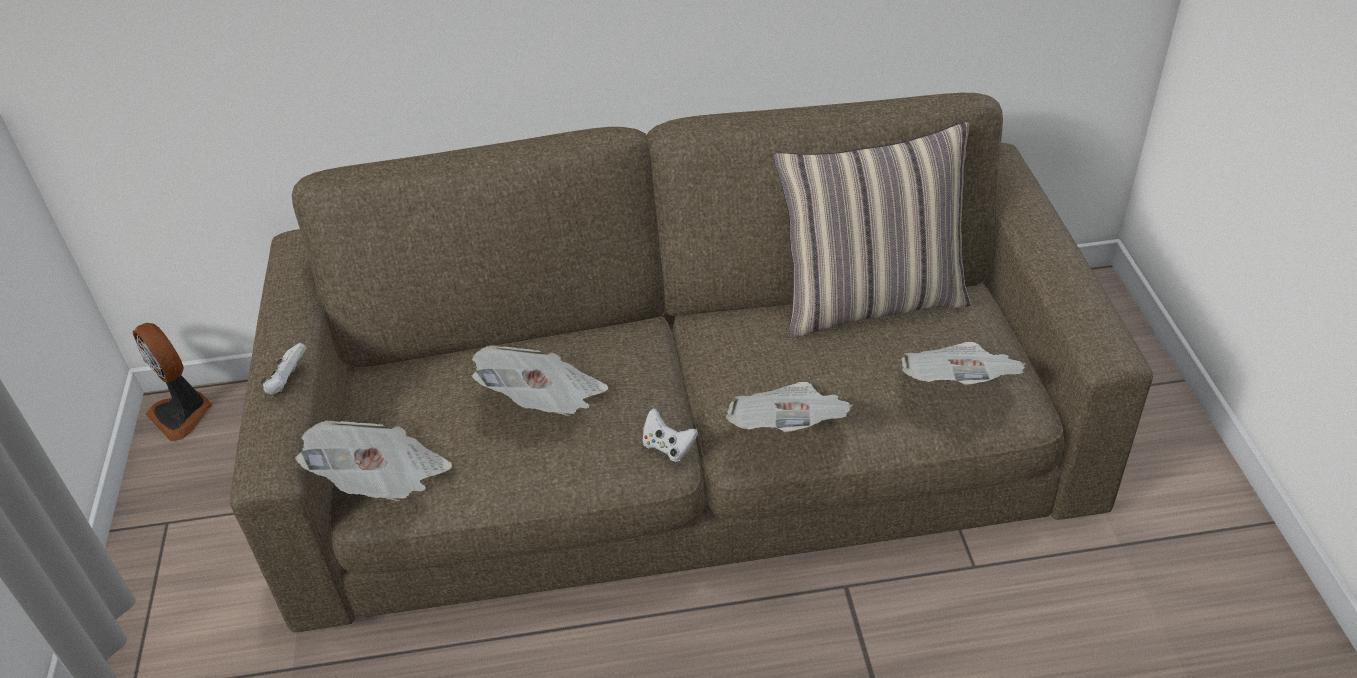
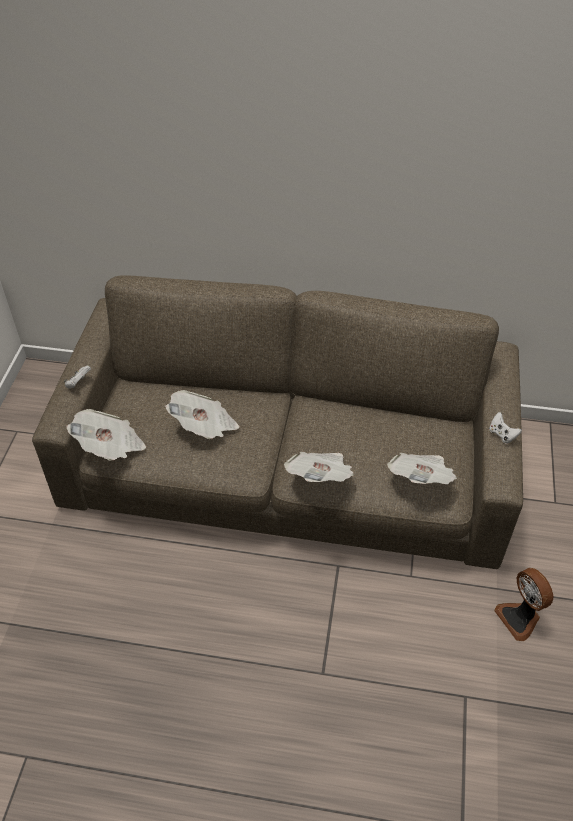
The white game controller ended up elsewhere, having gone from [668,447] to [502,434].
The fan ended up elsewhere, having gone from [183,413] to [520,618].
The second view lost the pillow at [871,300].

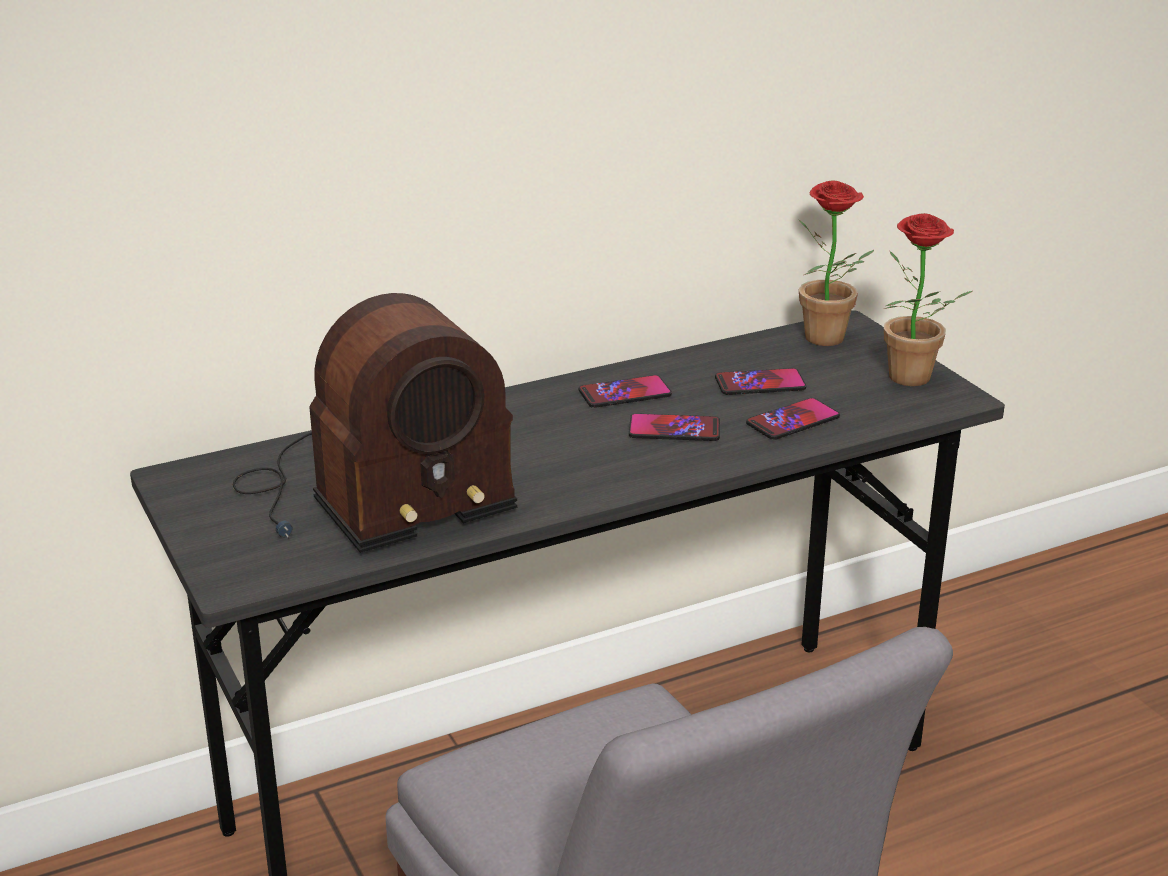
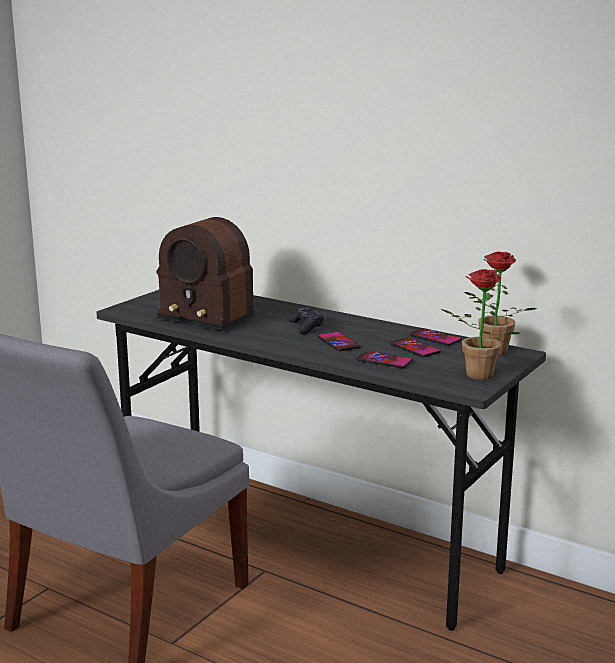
The second view gained the black game controller at [306,327].
The phone ended up elsewhere, having gone from [625,393] to [435,338].

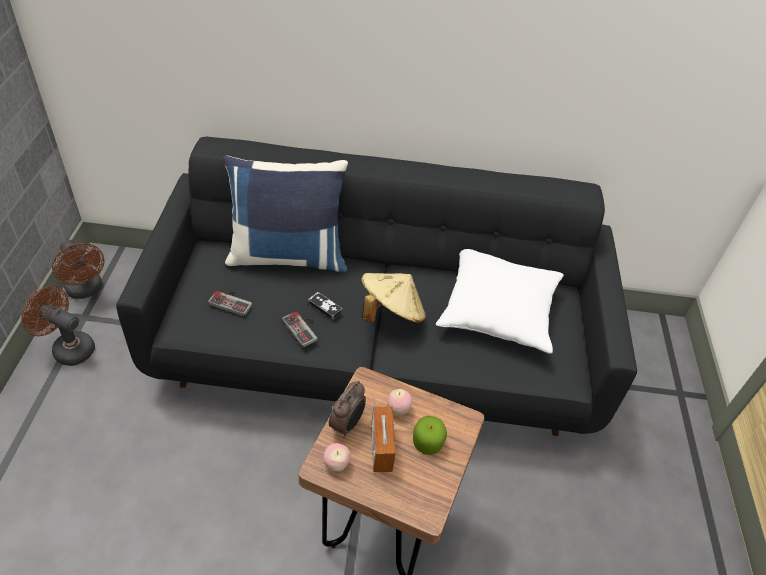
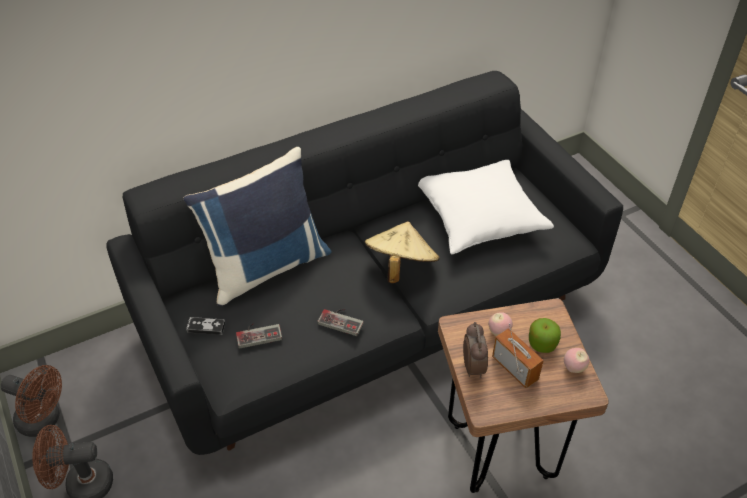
The game controller ended up elsewhere, having gone from [325,307] to [206,327].
The apple ended up elsewhere, having gone from [336,464] to [573,368].

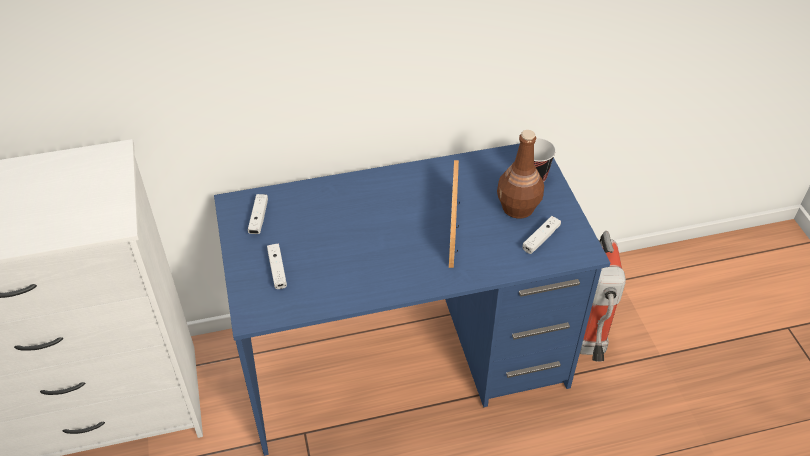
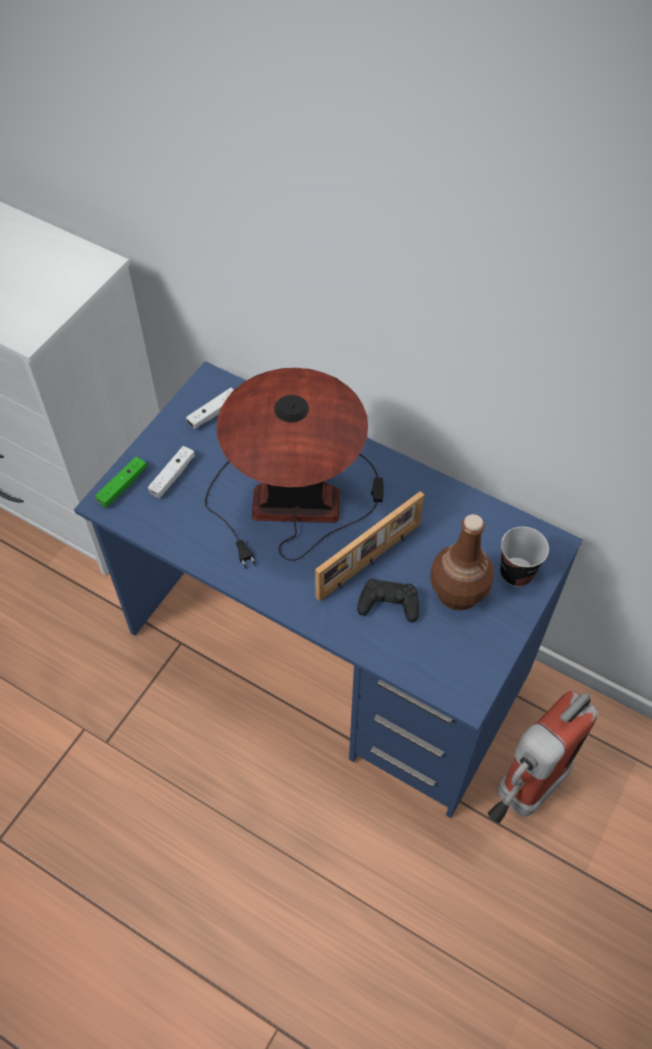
The second view gained the green game controller at [122,486].
The second view gained the table lamp at [293,501].
The second view gained the black game controller at [388,604].
The second view lost the white game controller at [541,239].

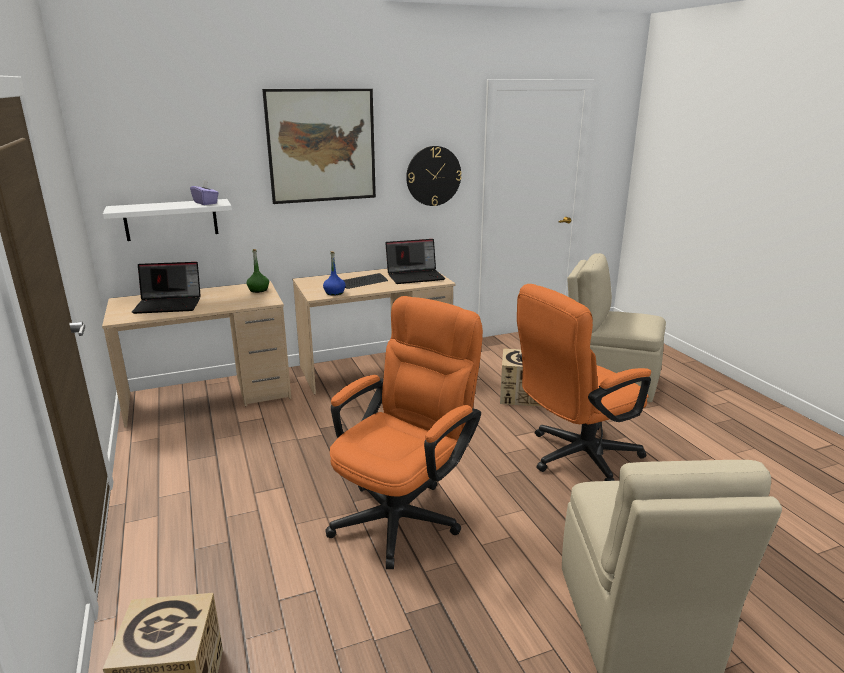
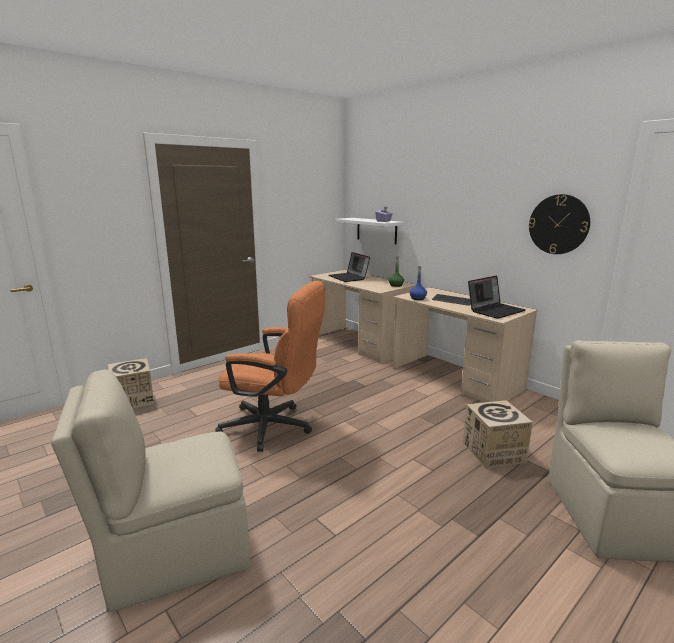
The laptop at [415,276] ended up facing another way, 90 degrees counterclockwise from before.
The second view lost the picture at [321,146].
The second view lost the orange office chair at [574,457].

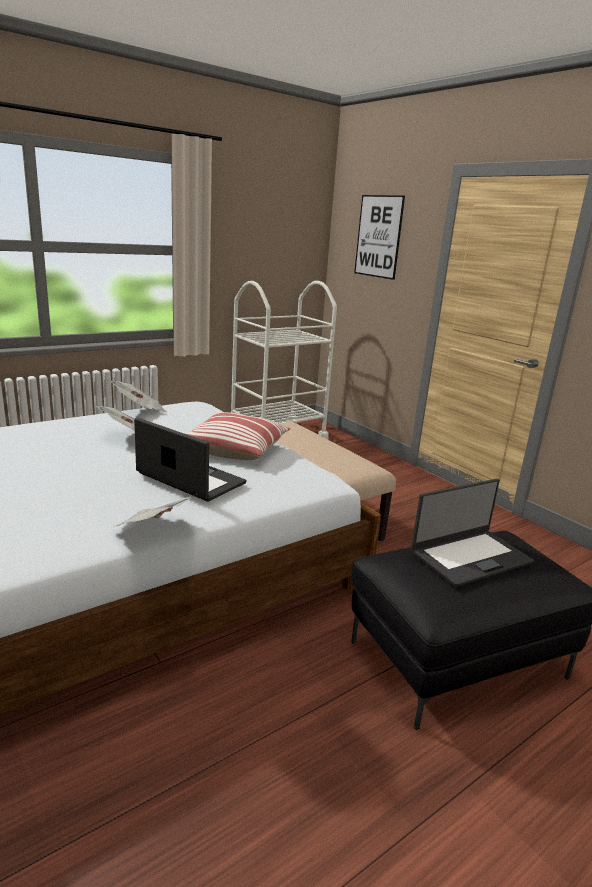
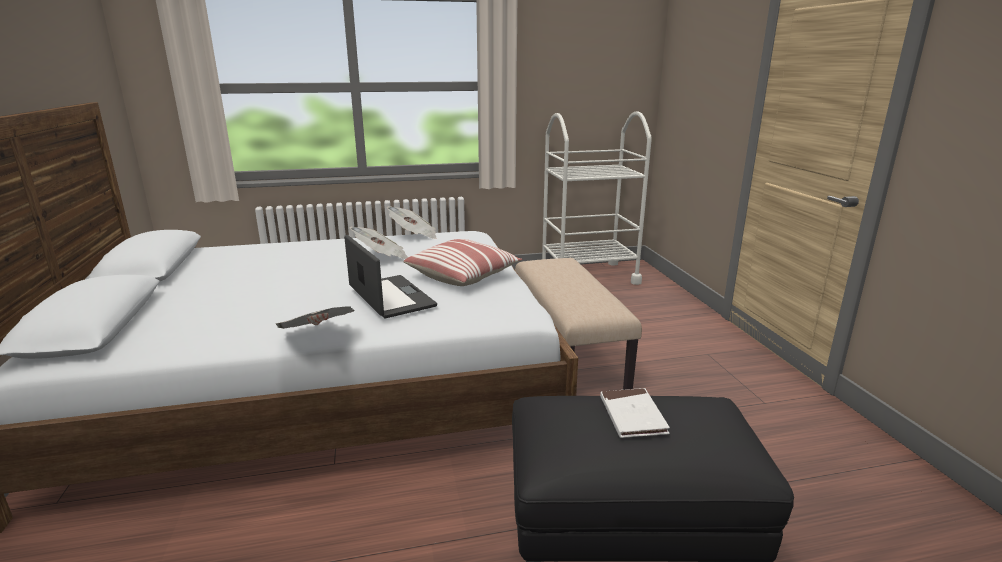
Where the laptop stood at [470,557], the white book came to stand at [632,416].
The second view lost the picture at [378,236].

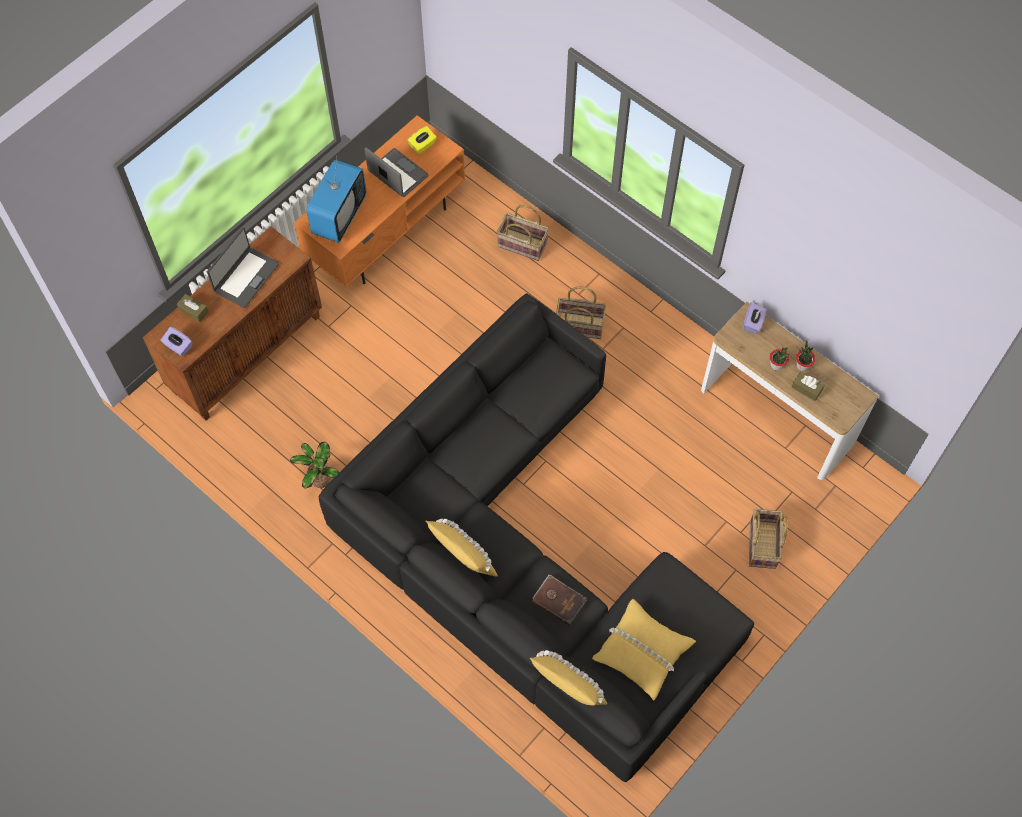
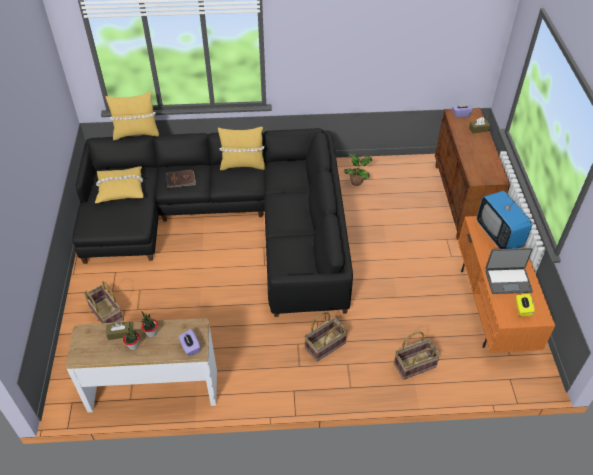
The second view lost the laptop at [245,277].

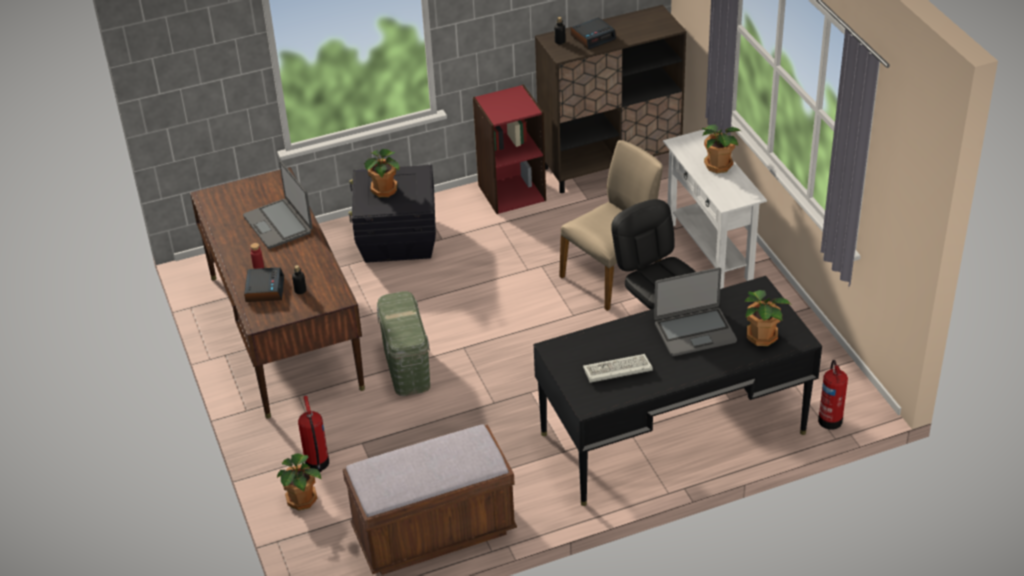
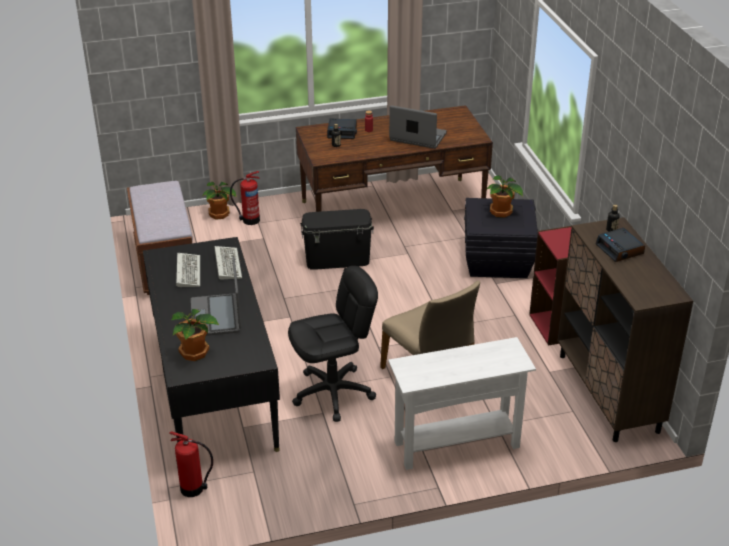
The second view gained the keyboard at [227,264].
What was the green storage box at [406,367] turned into the black storage box at [337,259].
The laptop at [279,224] ended up facing another way, 45 degrees clockwise from before.
The second view lost the potted plant at [718,165].

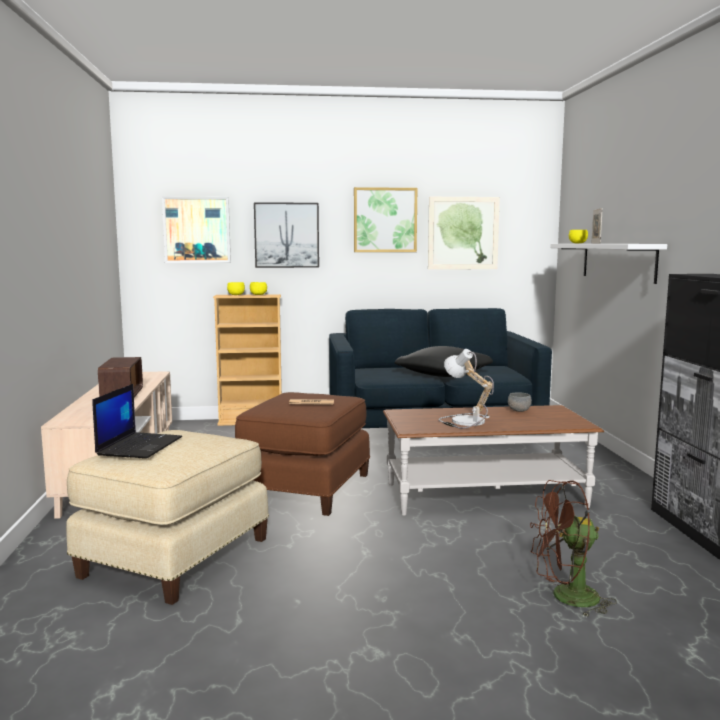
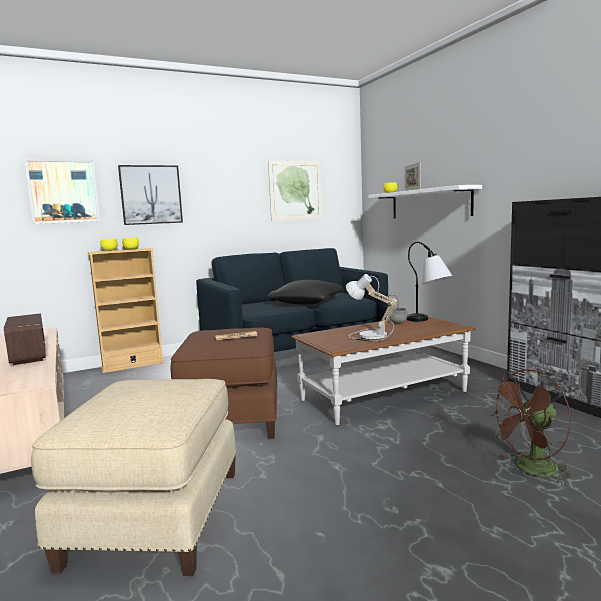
The second view gained the table lamp at [428,321].
The second view lost the laptop at [139,446].
The second view lost the picture at [385,220].

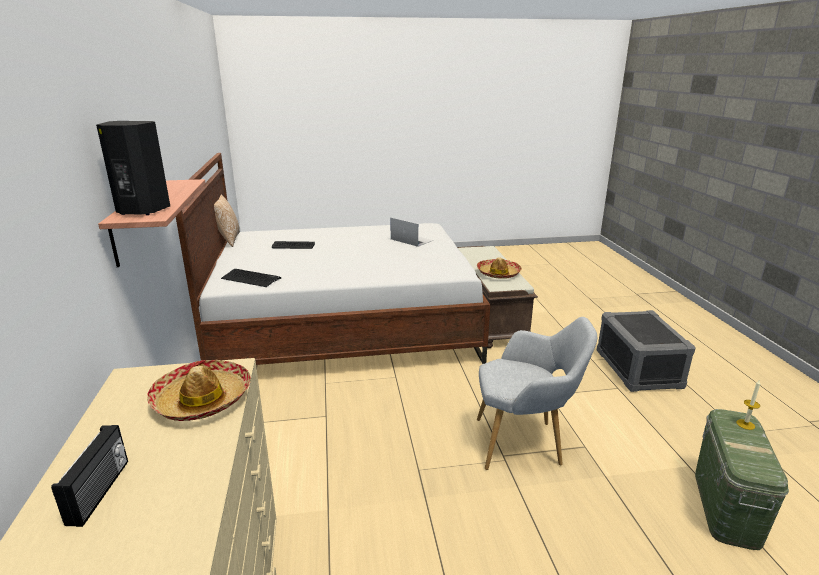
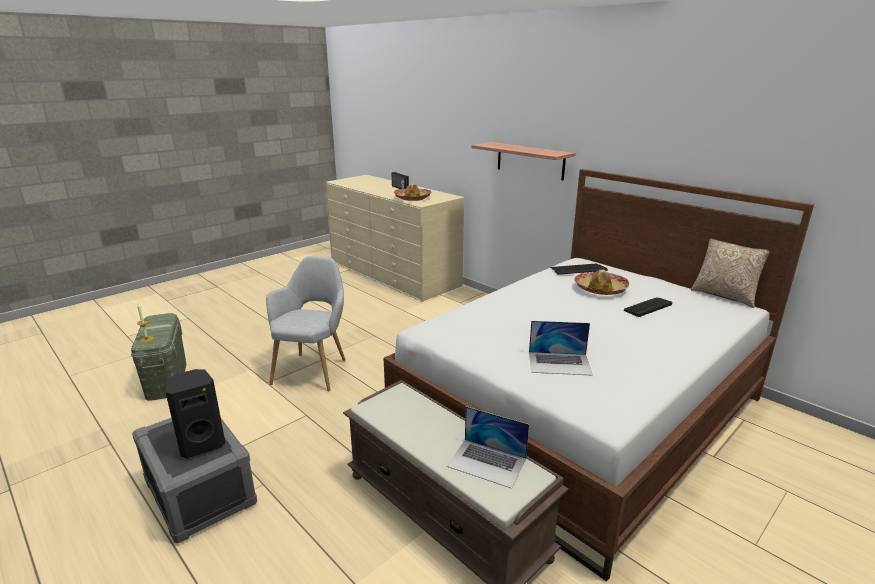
The black speaker ended up elsewhere, having gone from [142,211] to [202,444].
The grey armchair at [524,443] ended up facing another way, 135 degrees clockwise from before.
The second view gained the laptop at [487,462].
The hat ended up elsewhere, having gone from [498,273] to [600,289].

